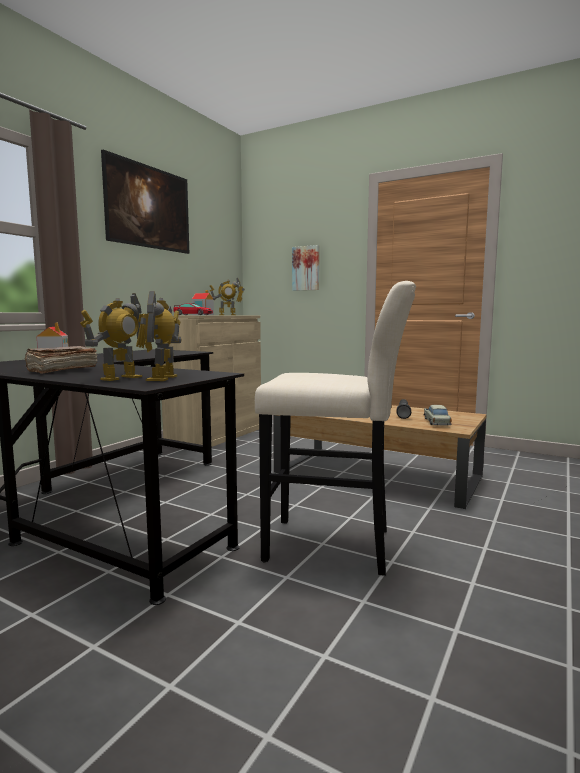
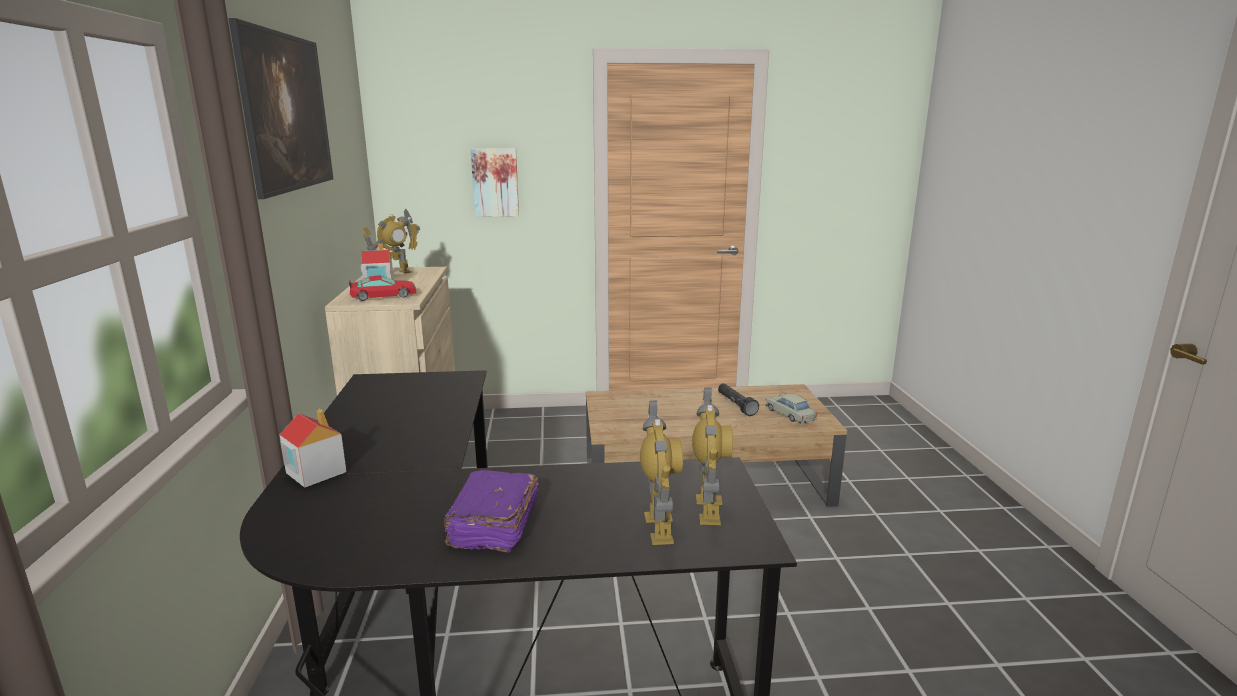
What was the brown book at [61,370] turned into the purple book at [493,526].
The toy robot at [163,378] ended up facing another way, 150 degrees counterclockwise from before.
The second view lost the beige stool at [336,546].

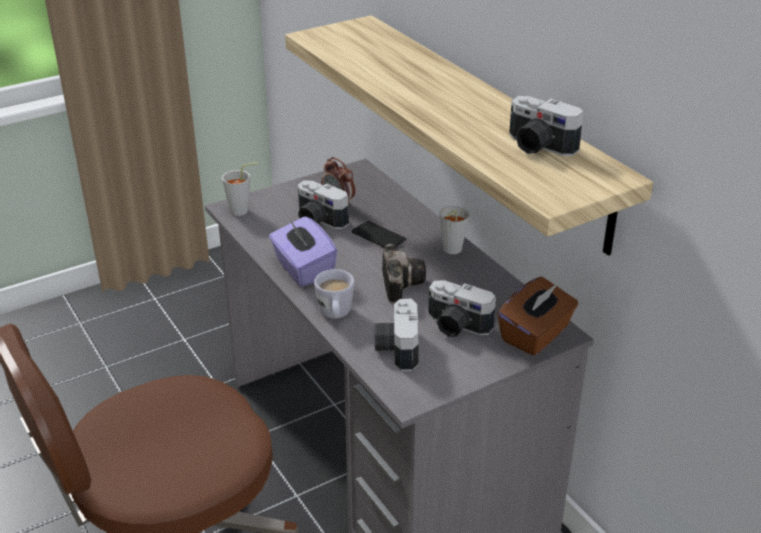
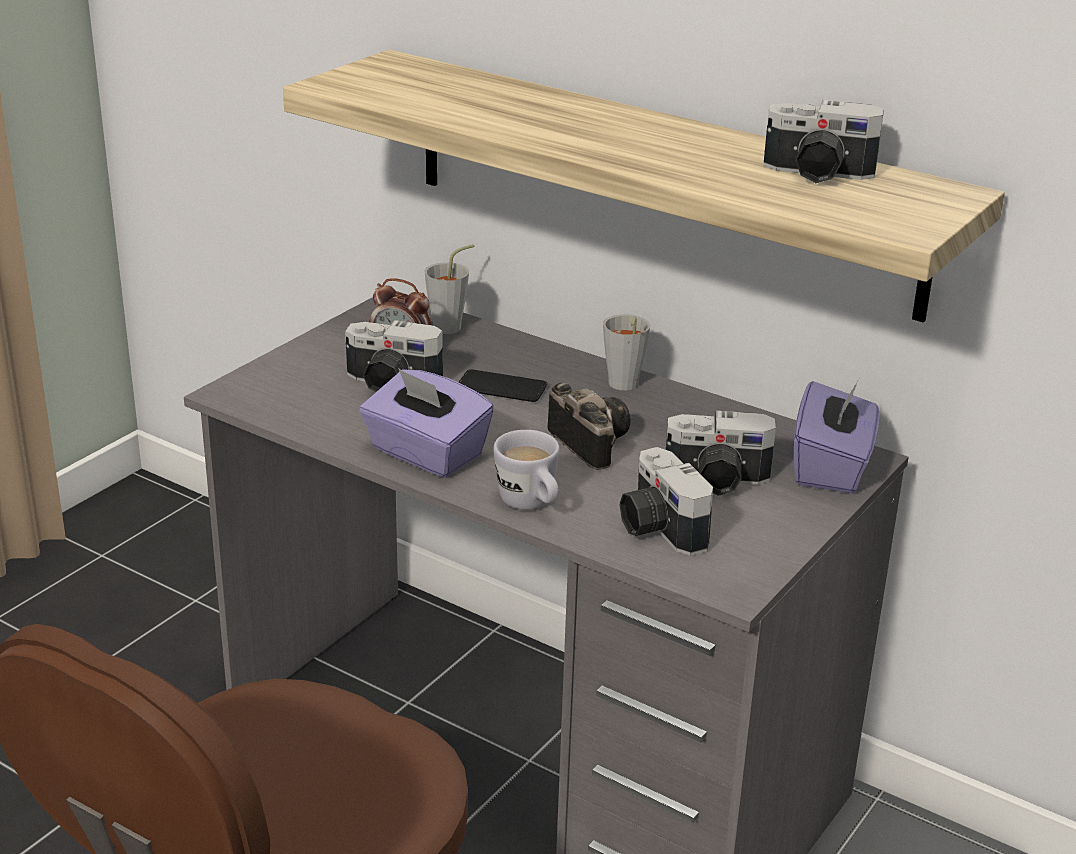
The grey cup ended up elsewhere, having gone from [243,210] to [453,326].
What was the brown tissue box at [536,335] turned into the purple tissue box at [831,467].

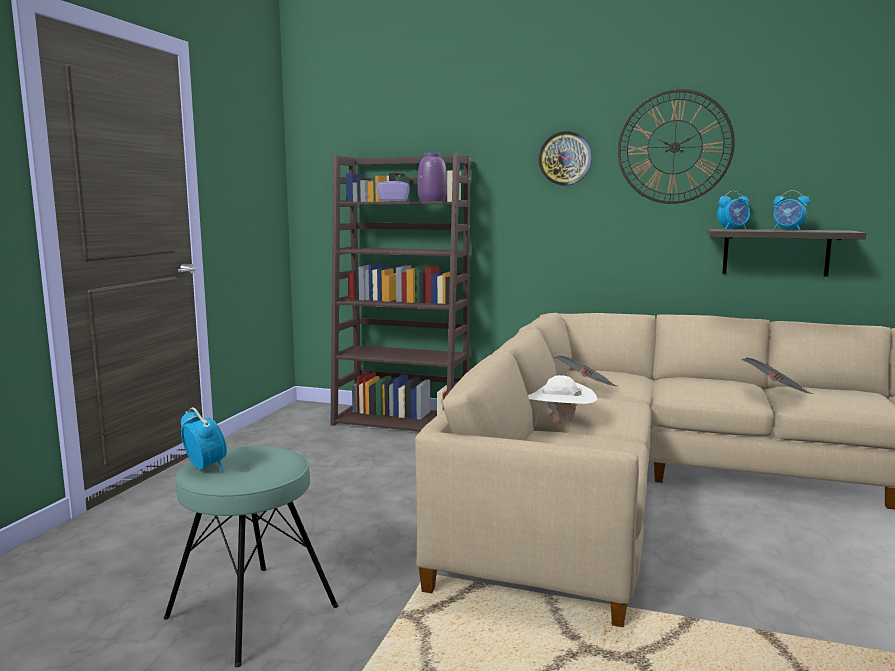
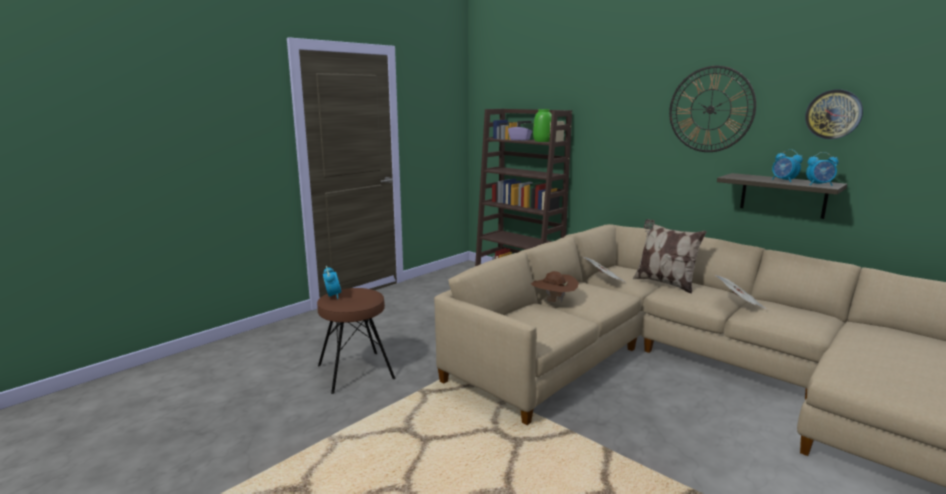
What was the turquoise stool at [252,612] turned into the brown stool at [356,372].
What was the white hat at [559,423] turned into the brown hat at [553,301].
What was the purple vase at [432,201] turned into the green vase at [542,141].
The second view gained the pillow at [664,283].
The wall clock ended up elsewhere, having gone from [565,158] to [833,114].
The alarm clock ended up elsewhere, having gone from [733,229] to [819,185].

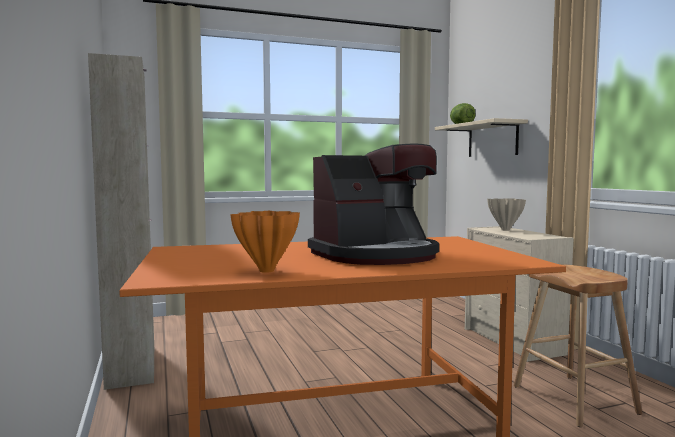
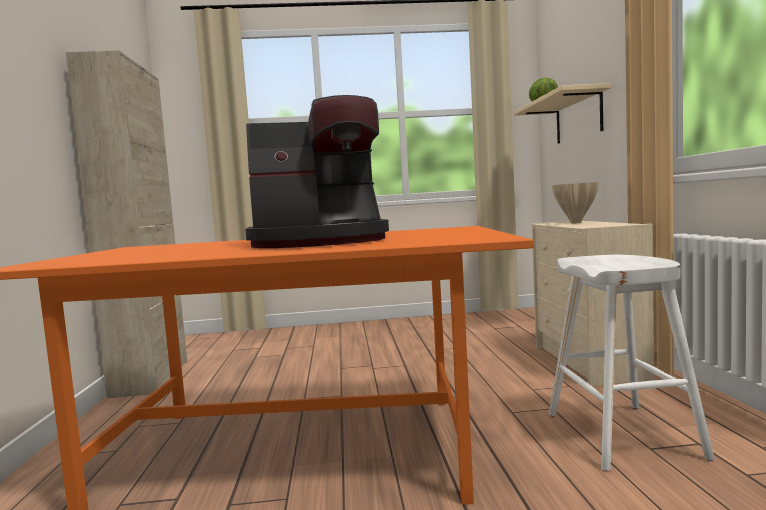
What was the brown stool at [573,399] turned into the white stool at [621,434].
The second view lost the orange vase at [268,271].

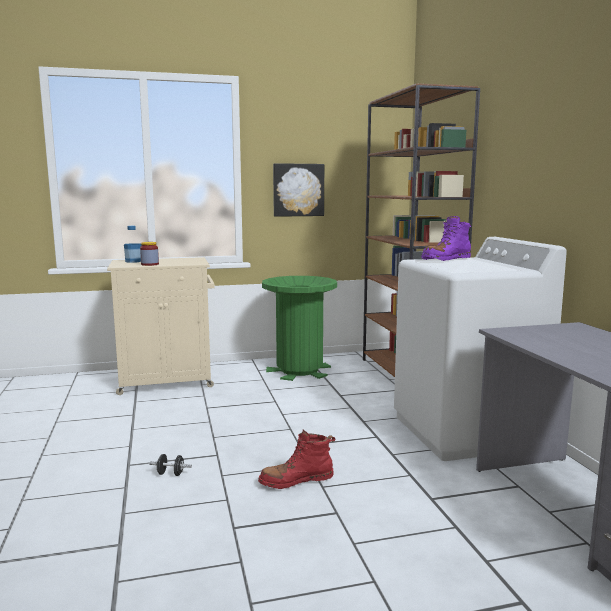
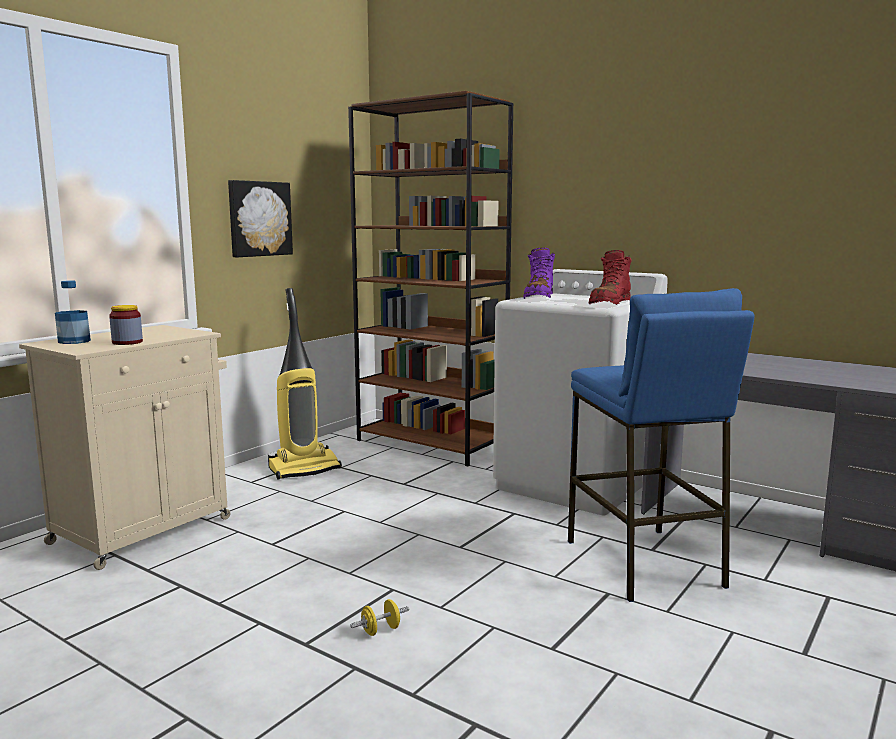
Where the green trash can stood at [299,370], the vacuum cleaner came to stand at [304,468].
What was the black dumbbell at [170,474] turned into the yellow dumbbell at [380,630].
The second view gained the blue stool at [643,563].
The red boot ended up elsewhere, having gone from [296,480] to [609,303].

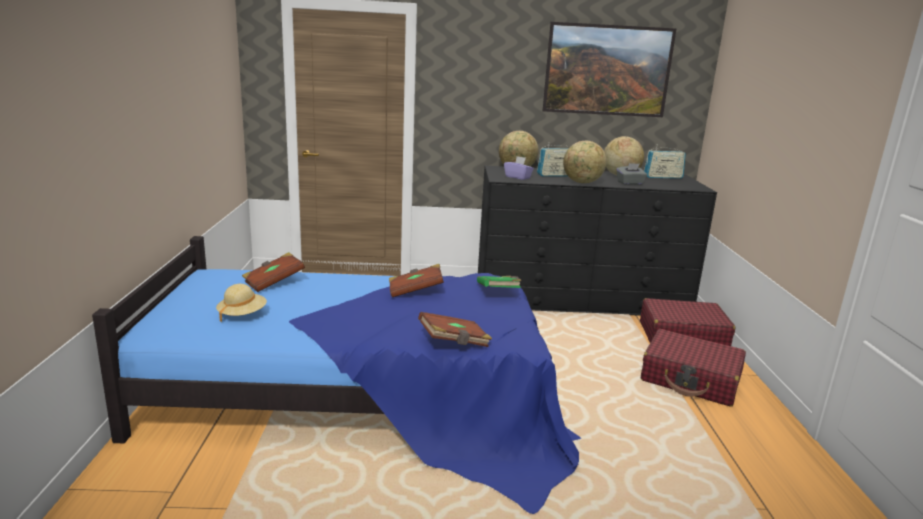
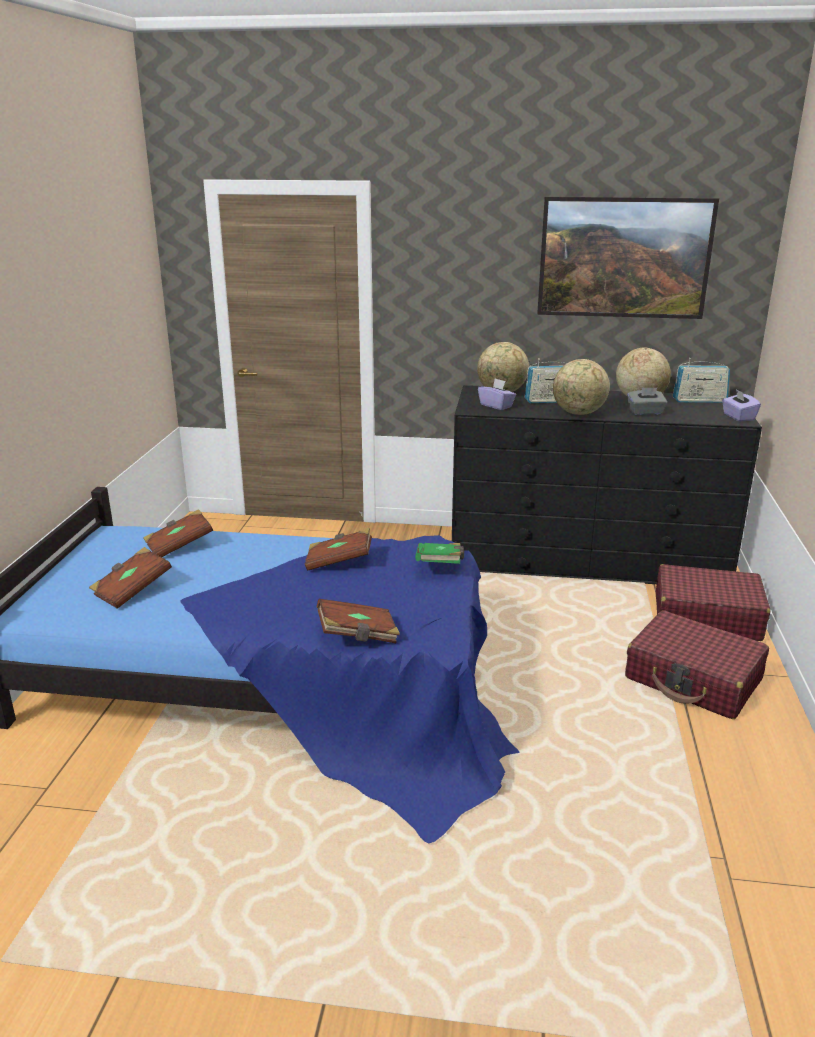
Where the beige hat stood at [242,315], the brown book came to stand at [132,590].
The second view gained the purple tissue box at [738,417].

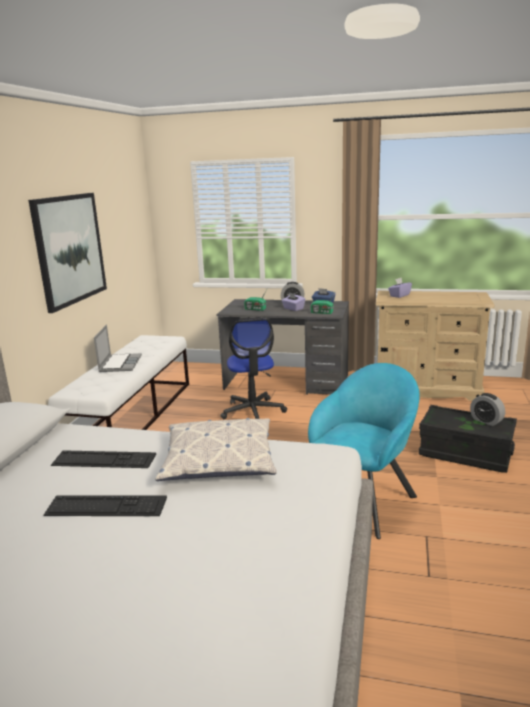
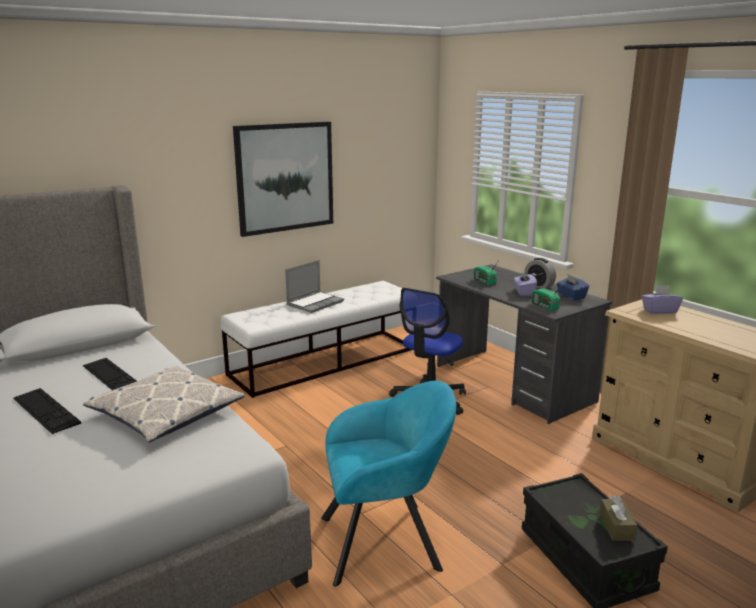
Where the alarm clock stood at [486,421], the brown tissue box came to stand at [616,527].

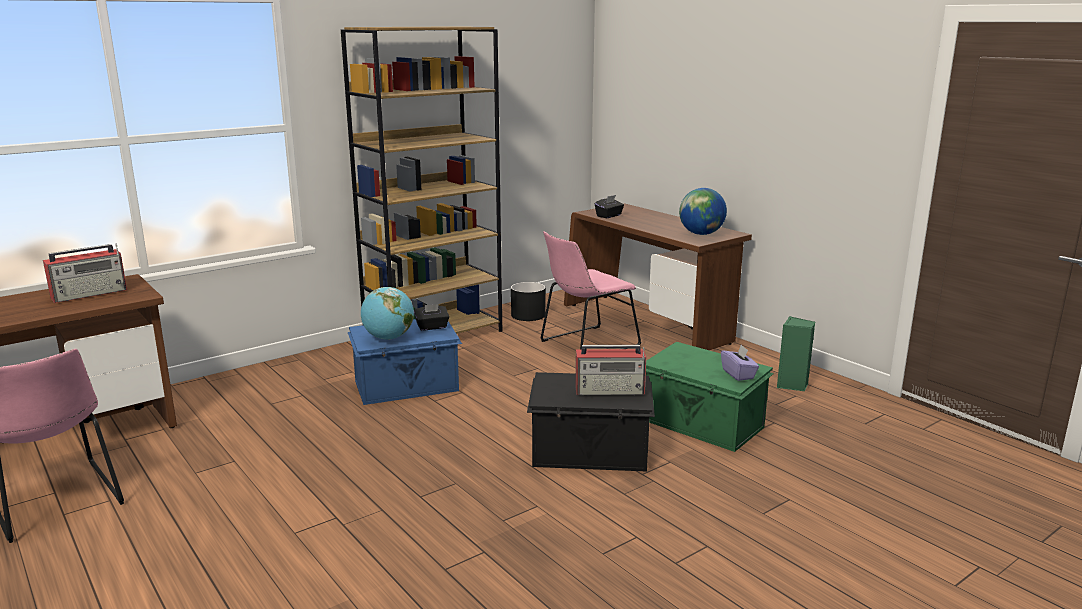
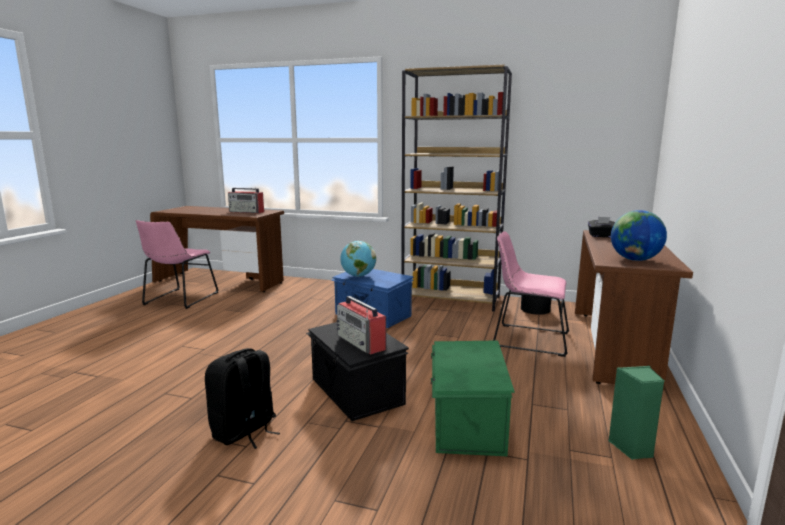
The second view gained the black backpack at [244,431].
The second view lost the black tissue box at [432,327].
The second view lost the purple tissue box at [738,374].

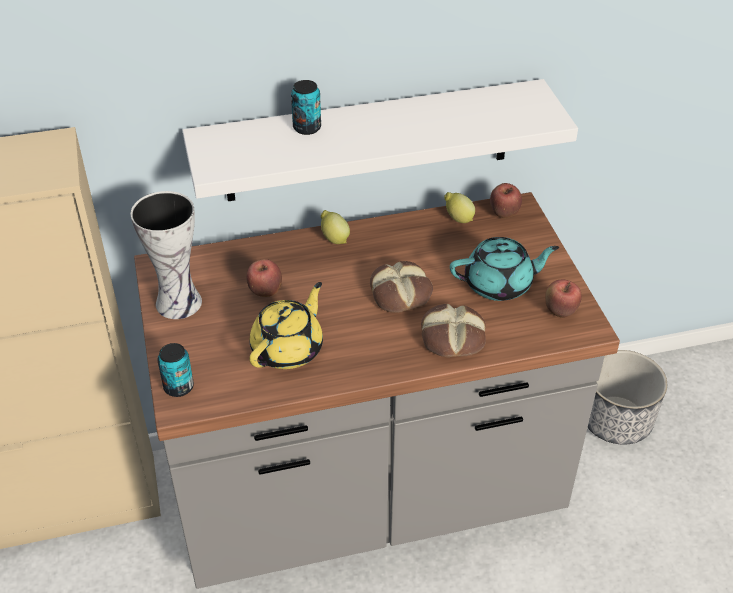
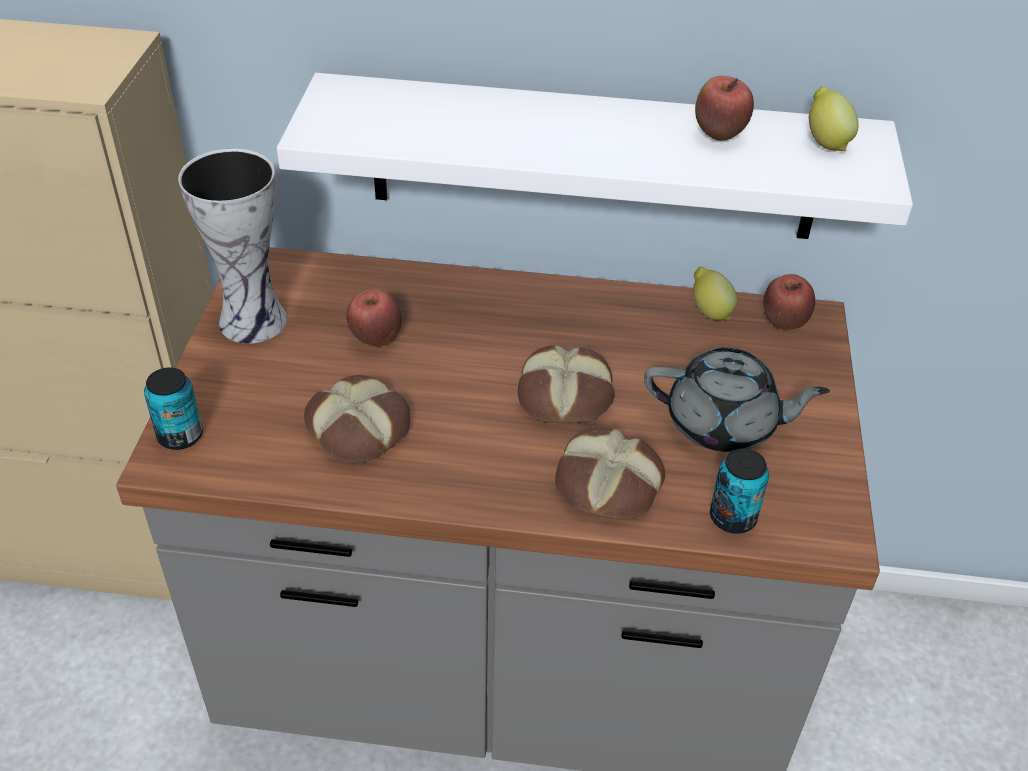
Where the yellow teapot stood at [288,349], the bread came to stand at [360,428].
What was the turquoise teapot at [499,284] turned into the grey teapot at [723,425].
The apple ended up elsewhere, having gone from [560,312] to [718,135].
The can ended up elsewhere, having gone from [307,128] to [732,517].
The lemon ended up elsewhere, having gone from [334,239] to [825,142].
The second view lost the planter at [616,420].

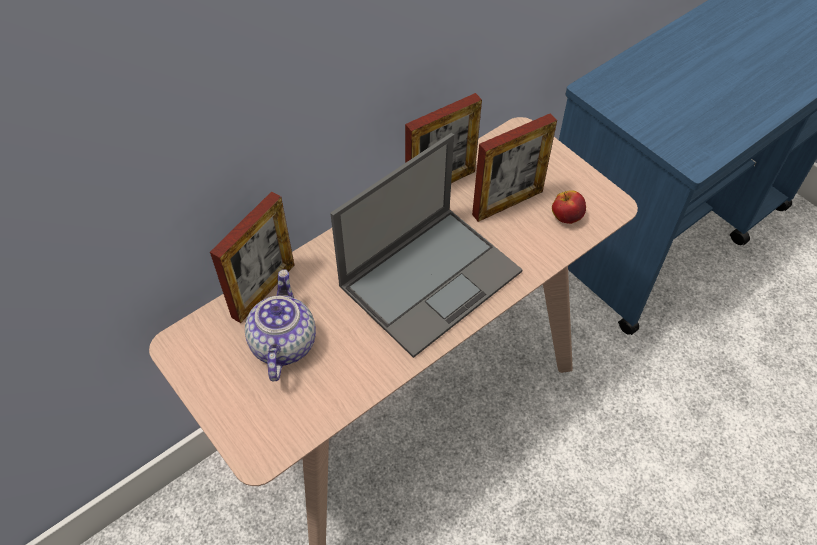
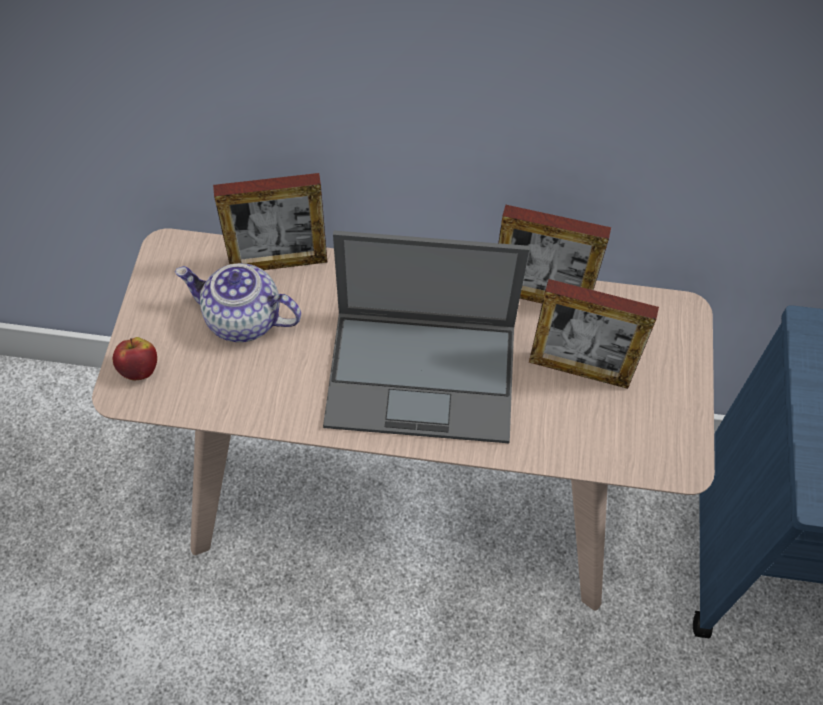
The apple ended up elsewhere, having gone from [566,217] to [139,369].
The teapot at [282,343] ended up facing another way, 120 degrees counterclockwise from before.

